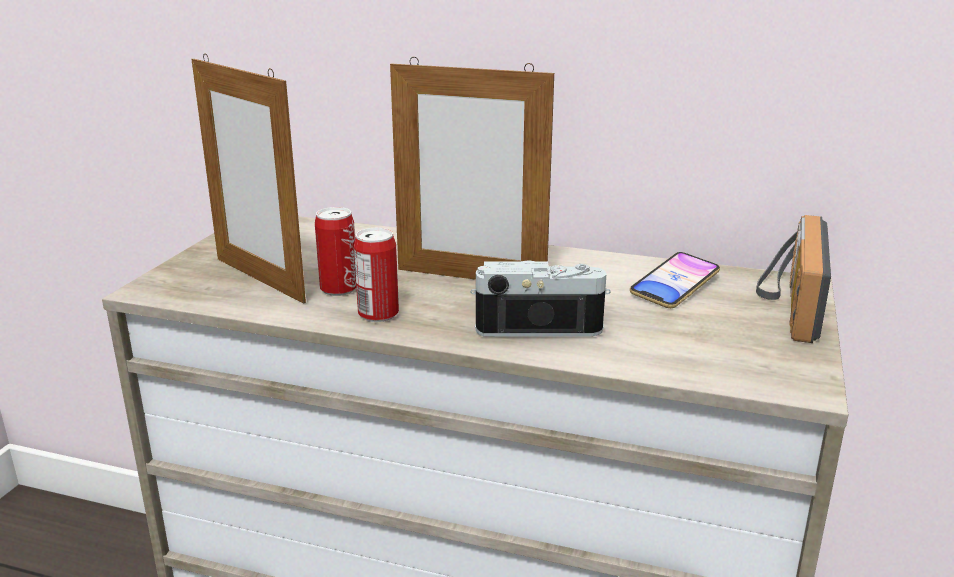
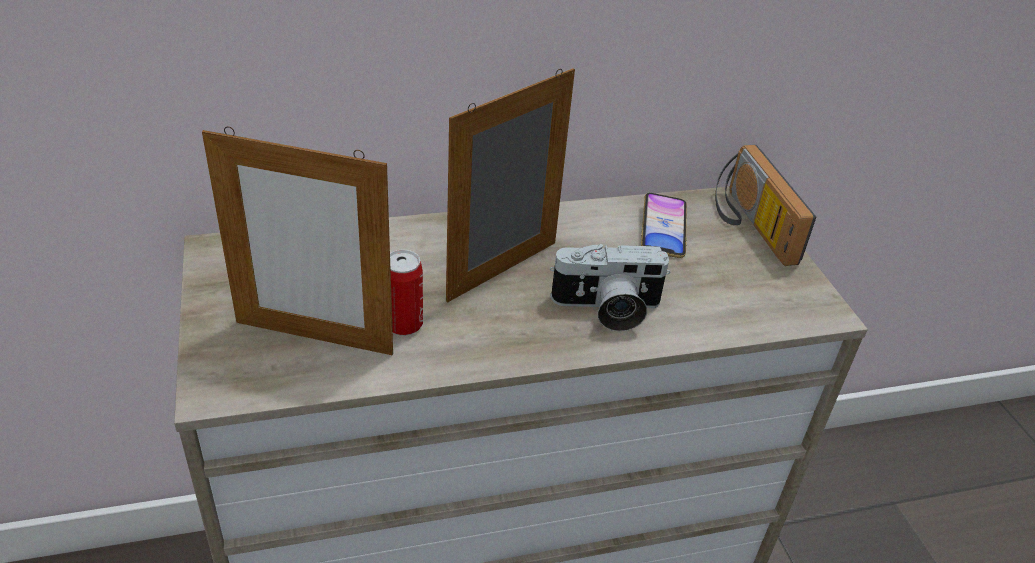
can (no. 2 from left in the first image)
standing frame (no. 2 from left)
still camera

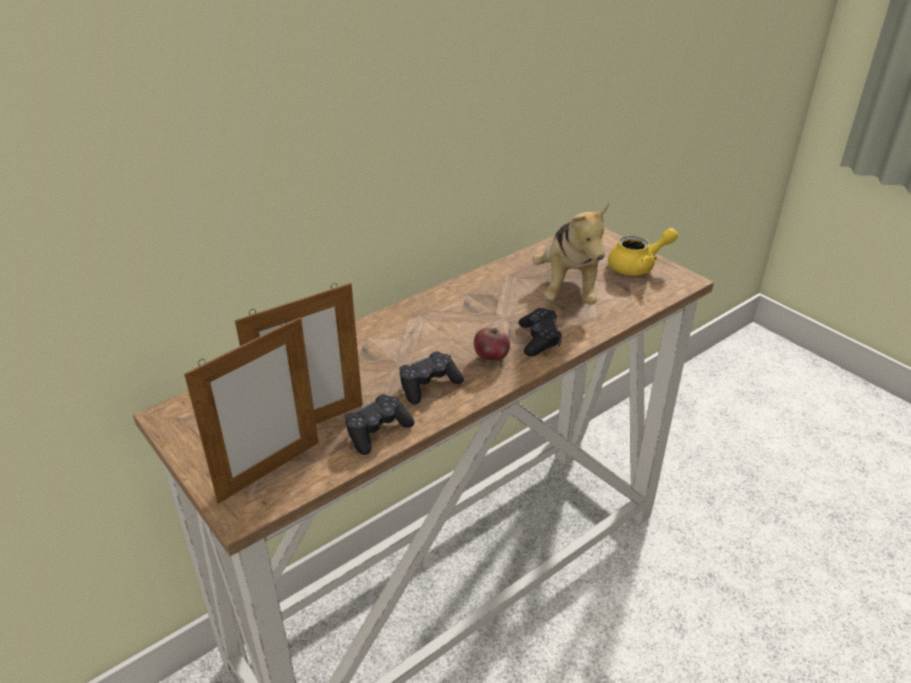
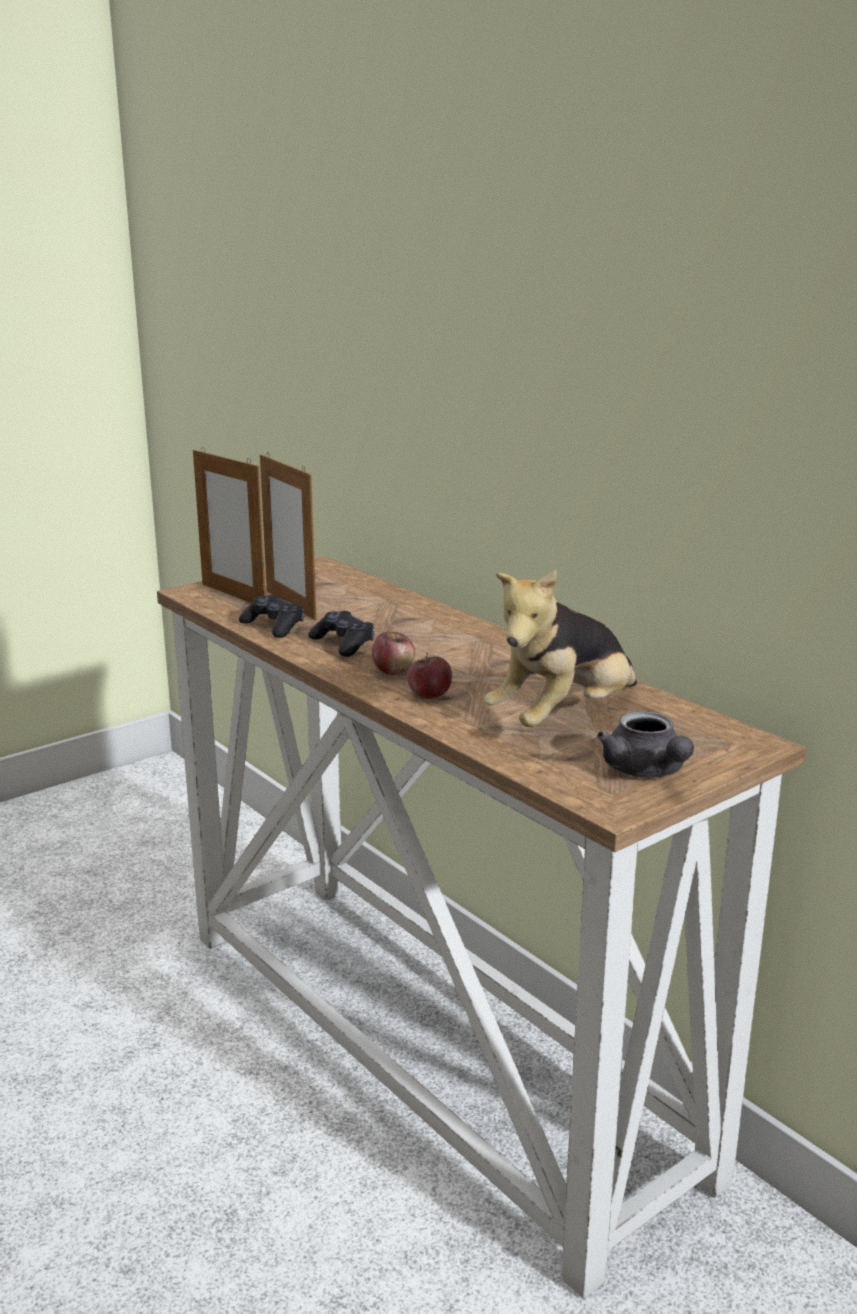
apple (no. 2 from left)
soft toy
gray tea pot

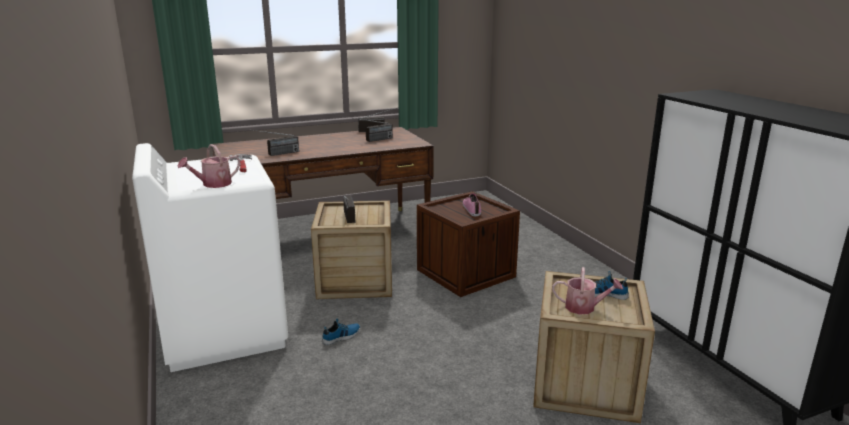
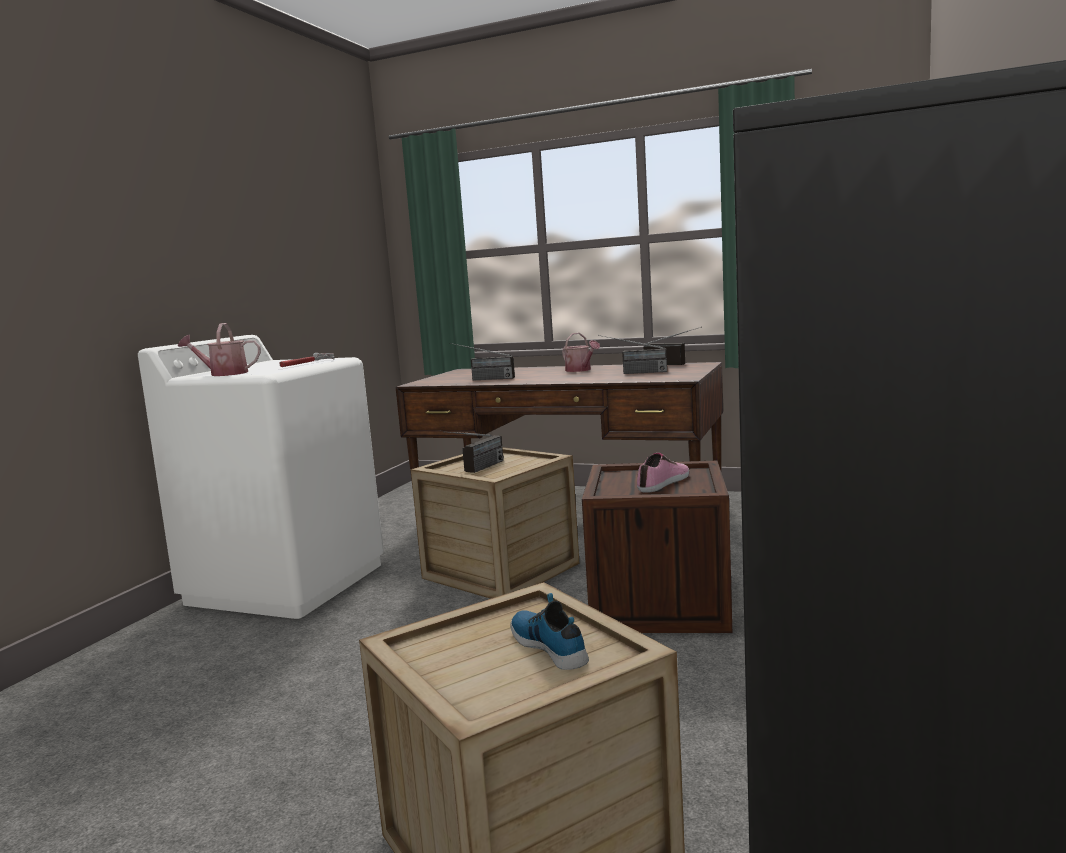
item of footwear (no. 1 from left in the first image)
sprinkling can (no. 2 from left)

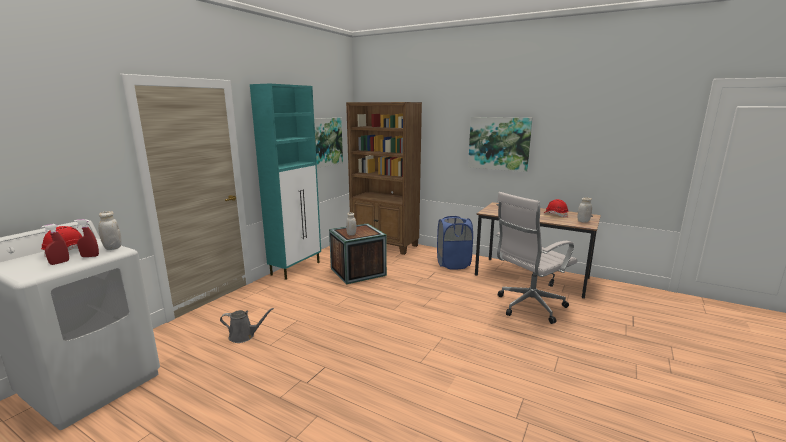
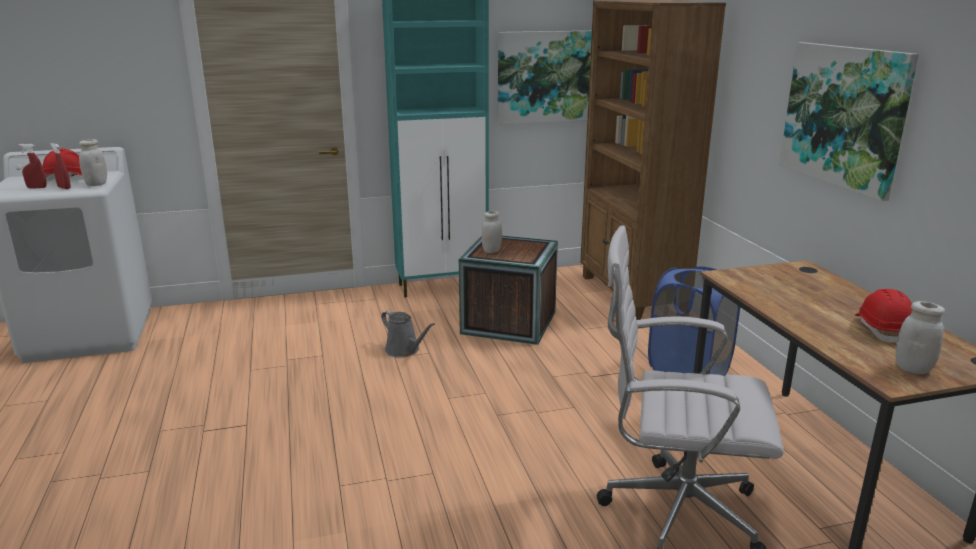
gray sprinkling can

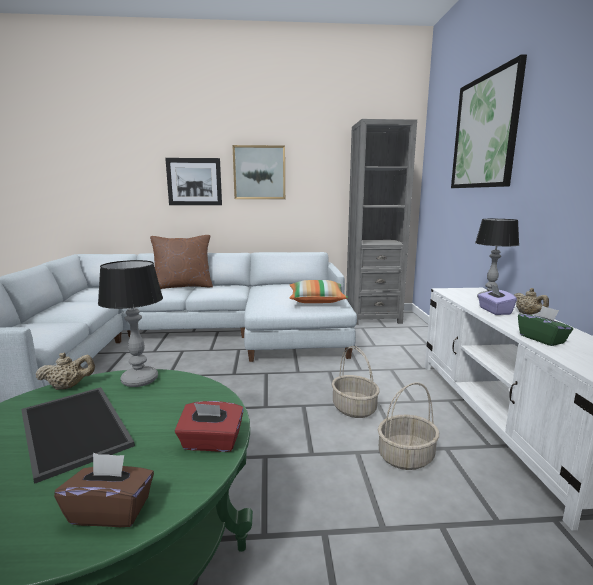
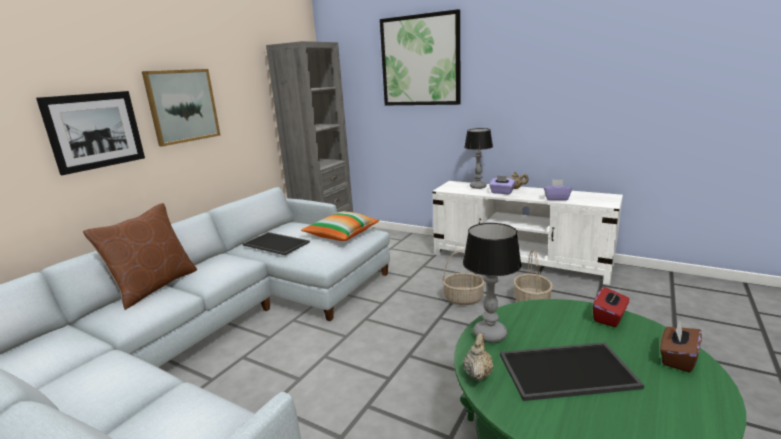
purple tissue box (no. 2 from left)
serving tray (no. 1 from left)

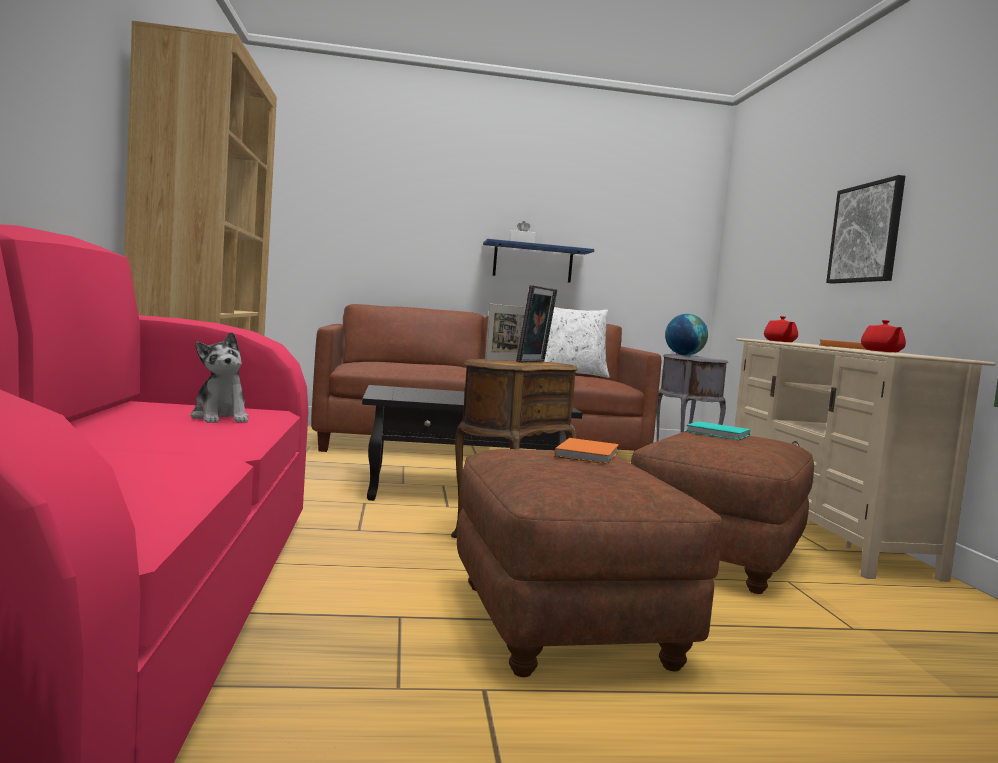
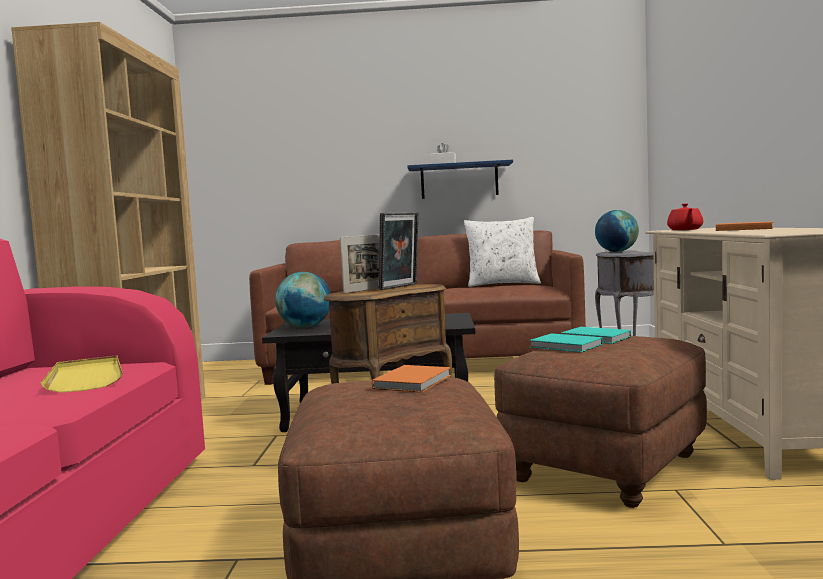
yellowish serving tray
wall picture
red-coloured tea pot (no. 2 from left in the first image)
world globe (no. 1 from left)
turquoise volume (no. 1 from left)

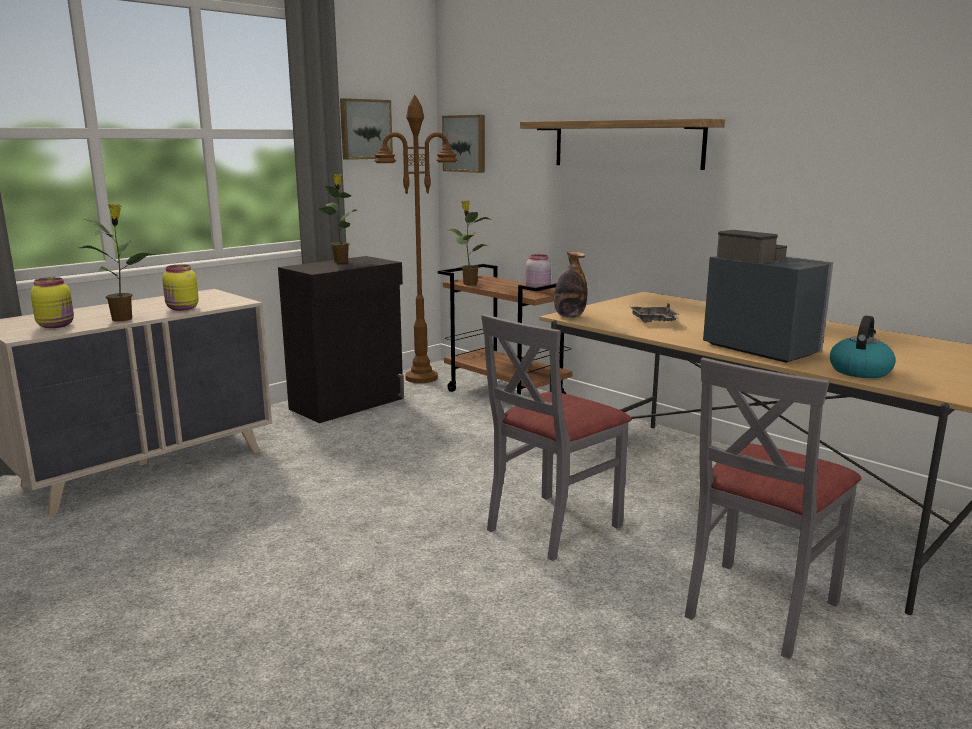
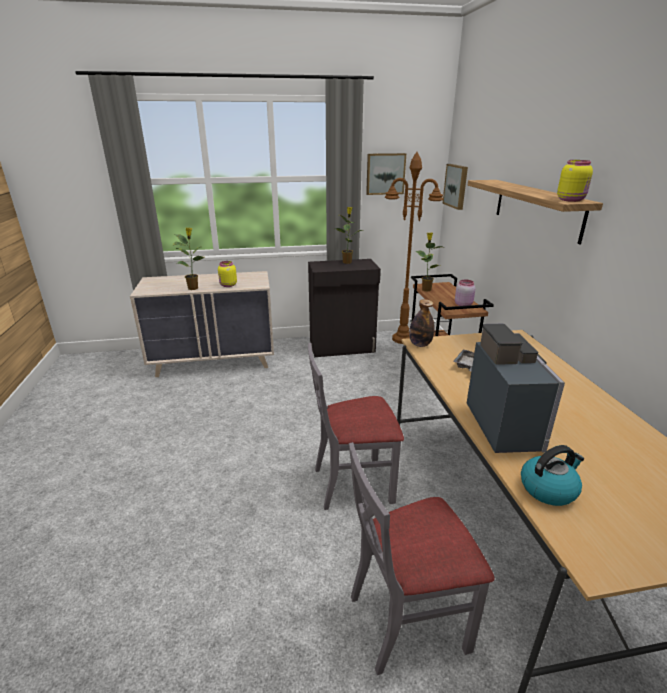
yellowish storage jar (no. 2 from left)

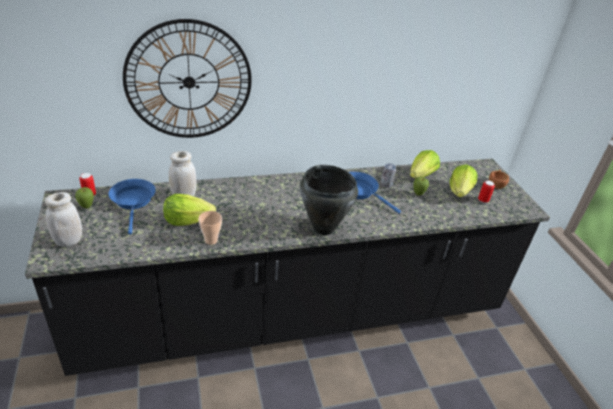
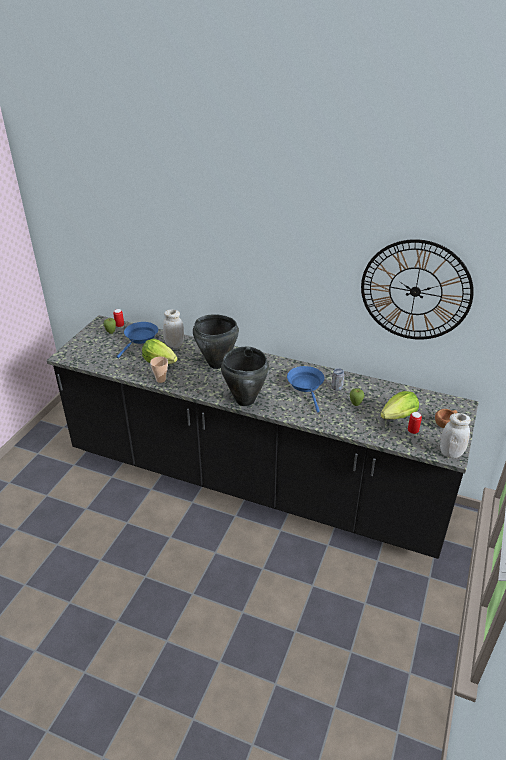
white-coloured storage jar (no. 2 from left)
wall clock
lettuce (no. 2 from left in the first image)
blackish cooking pot (no. 1 from left)

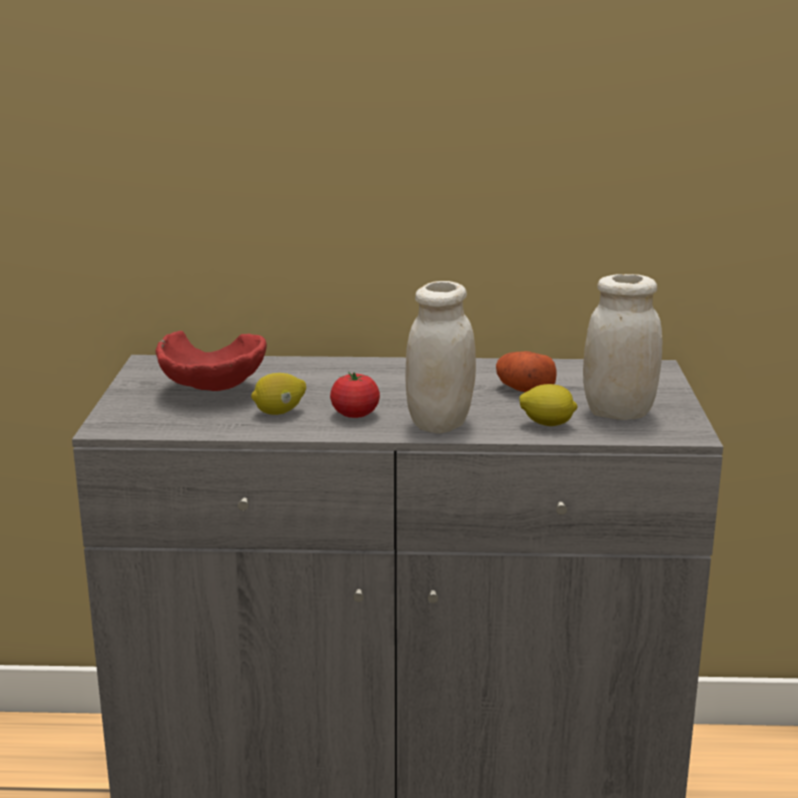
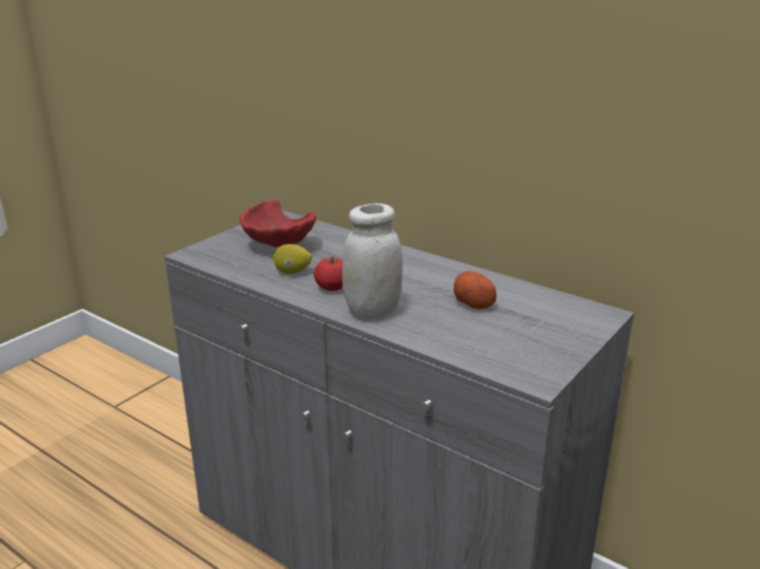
whole lemon (no. 2 from left in the first image)
white-coloured storage jar (no. 2 from left in the first image)

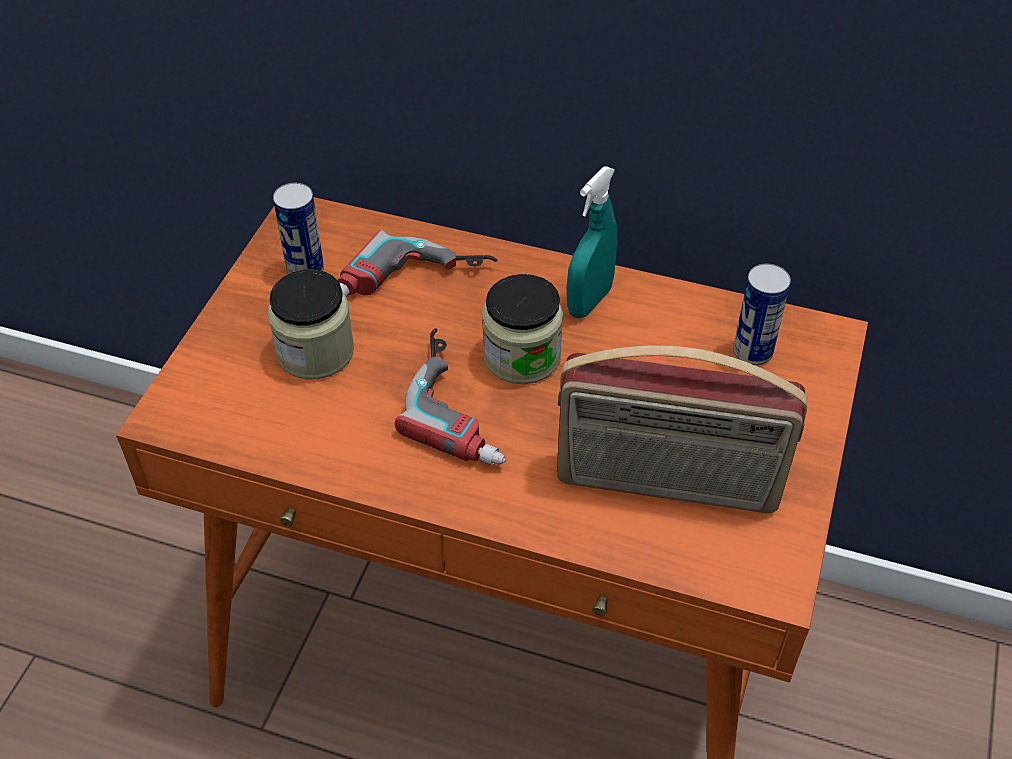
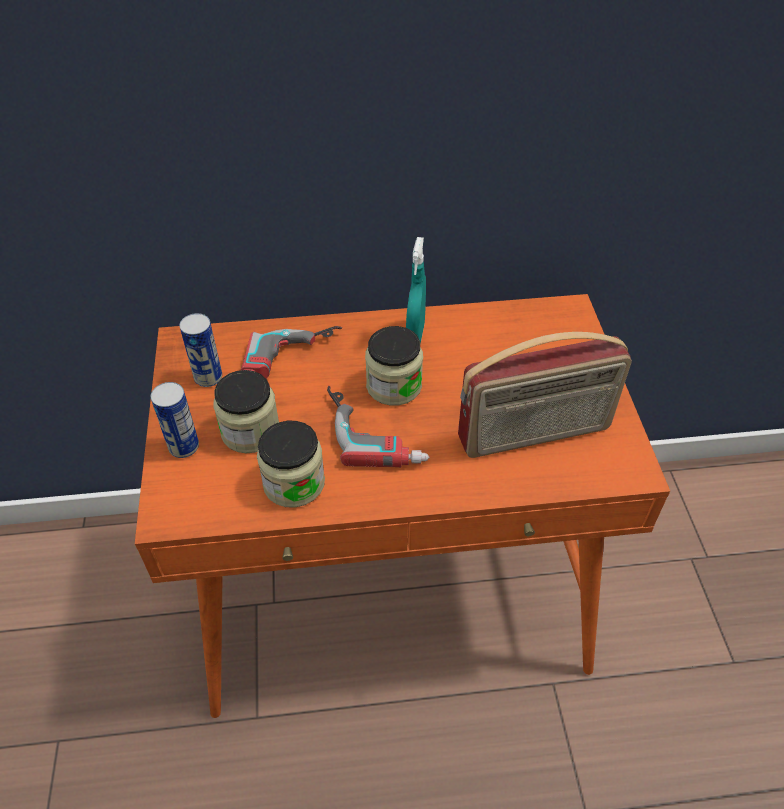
can (no. 1 from left)
storage jar (no. 2 from left)

